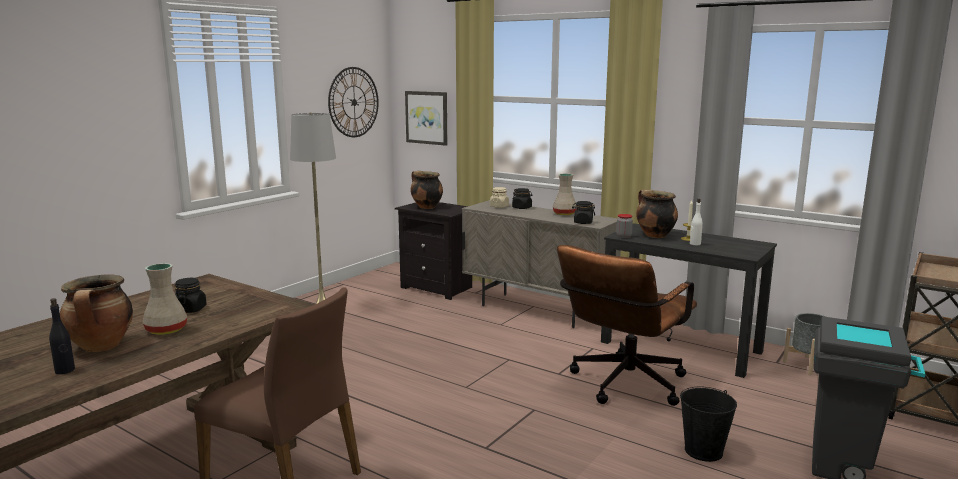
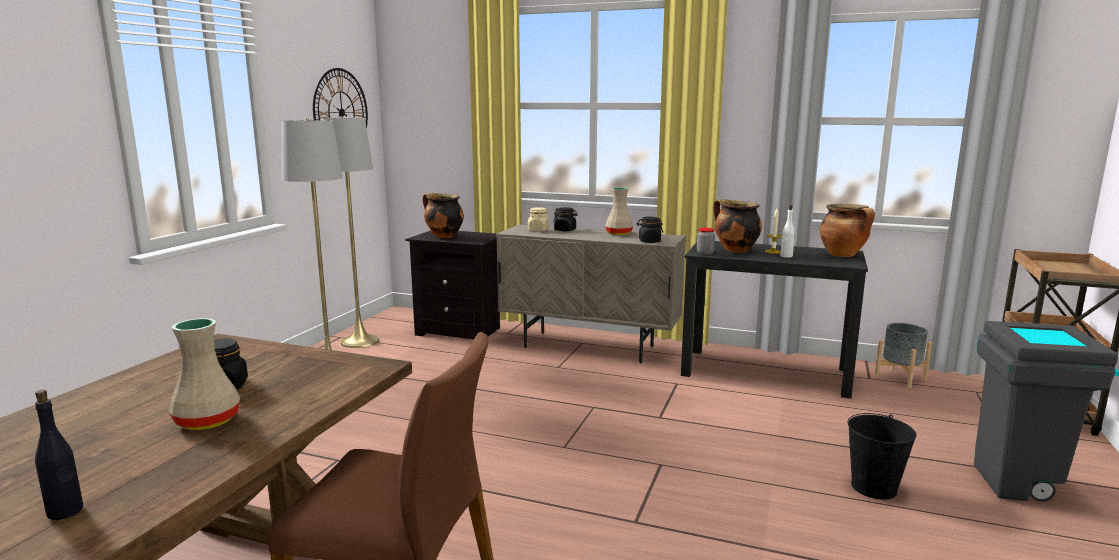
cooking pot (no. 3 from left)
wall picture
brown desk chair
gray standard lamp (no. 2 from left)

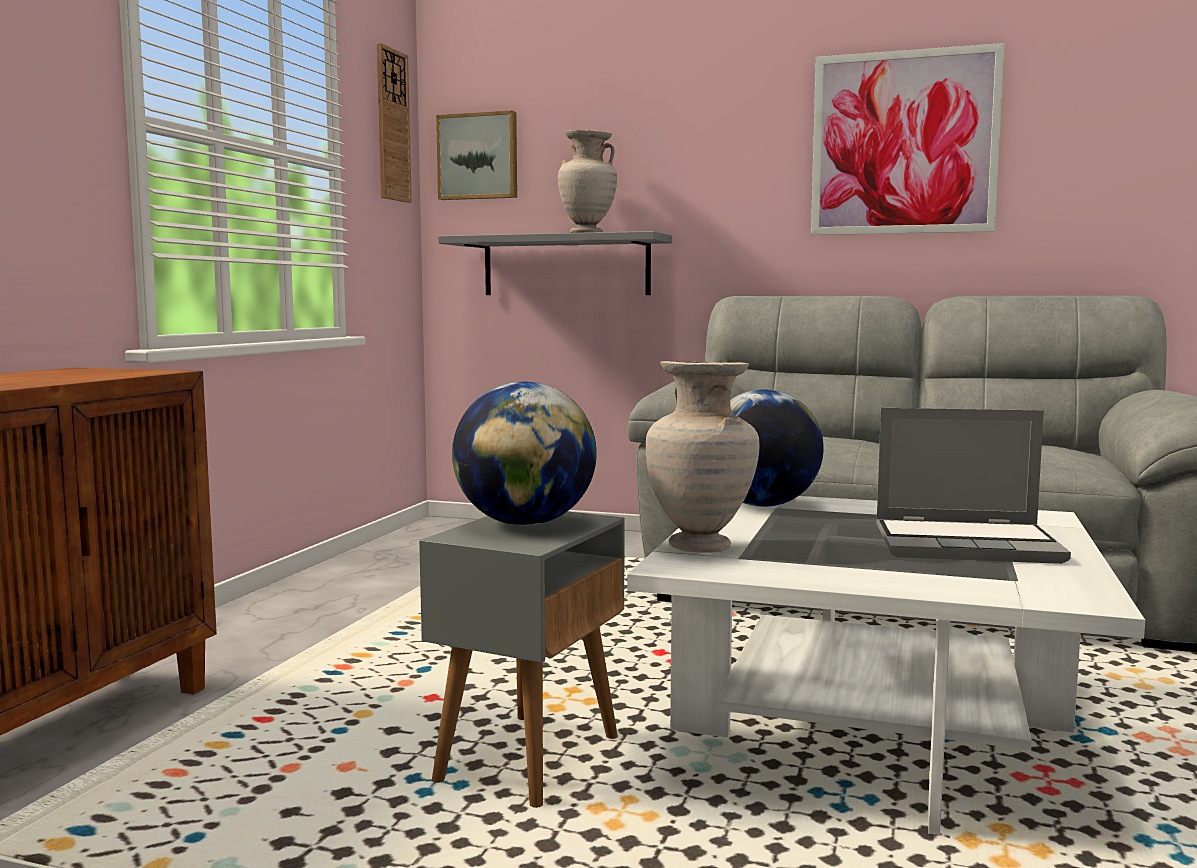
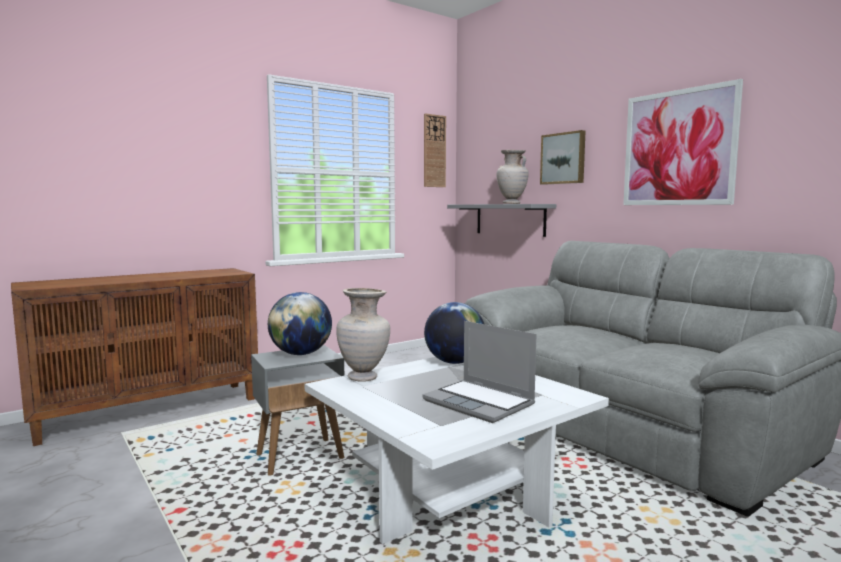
wall picture (no. 1 from left)

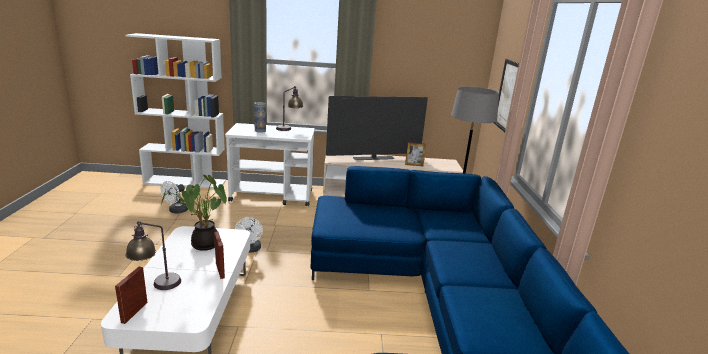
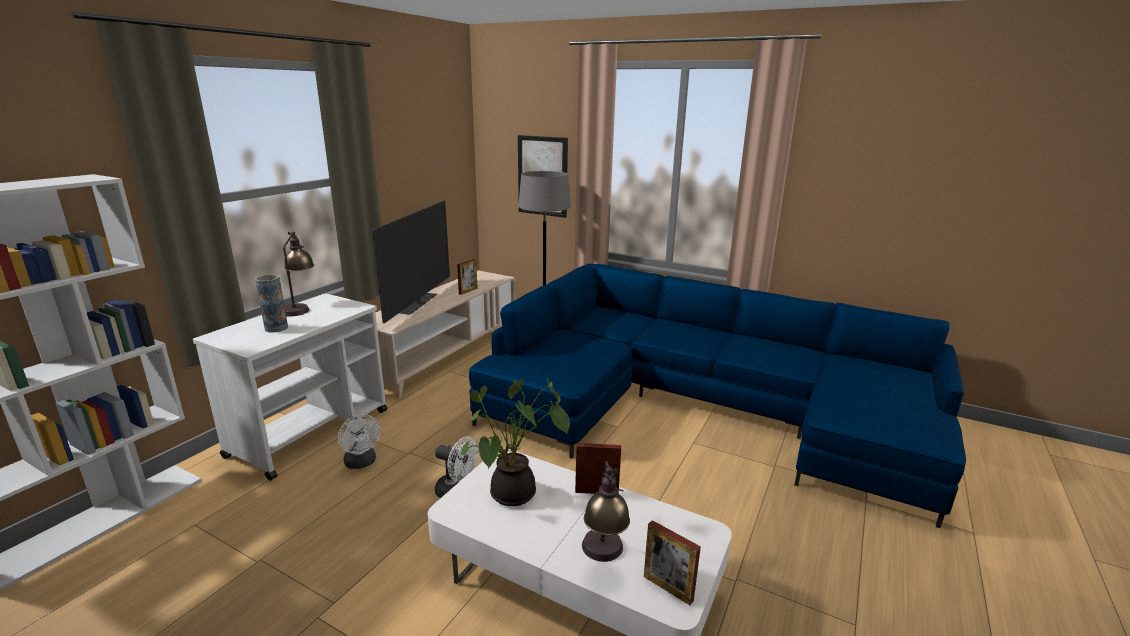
white-coloured fan (no. 1 from left)

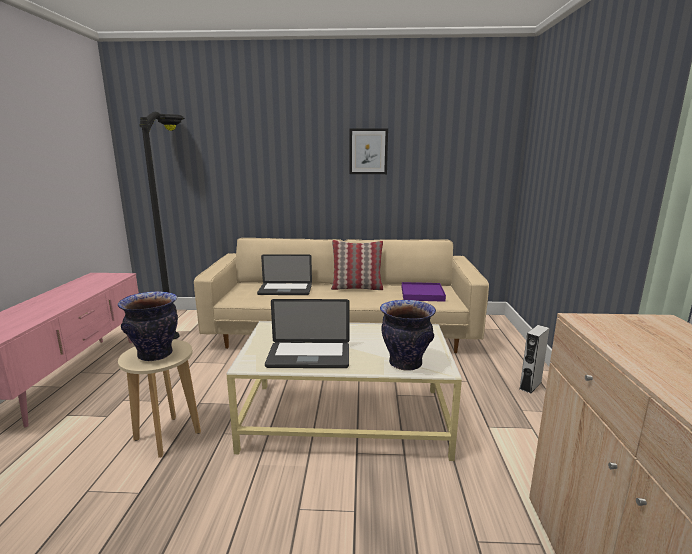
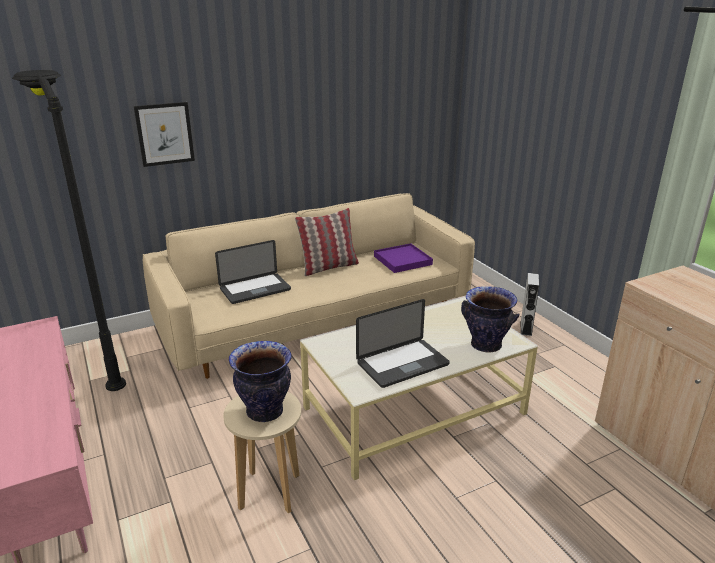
wall picture

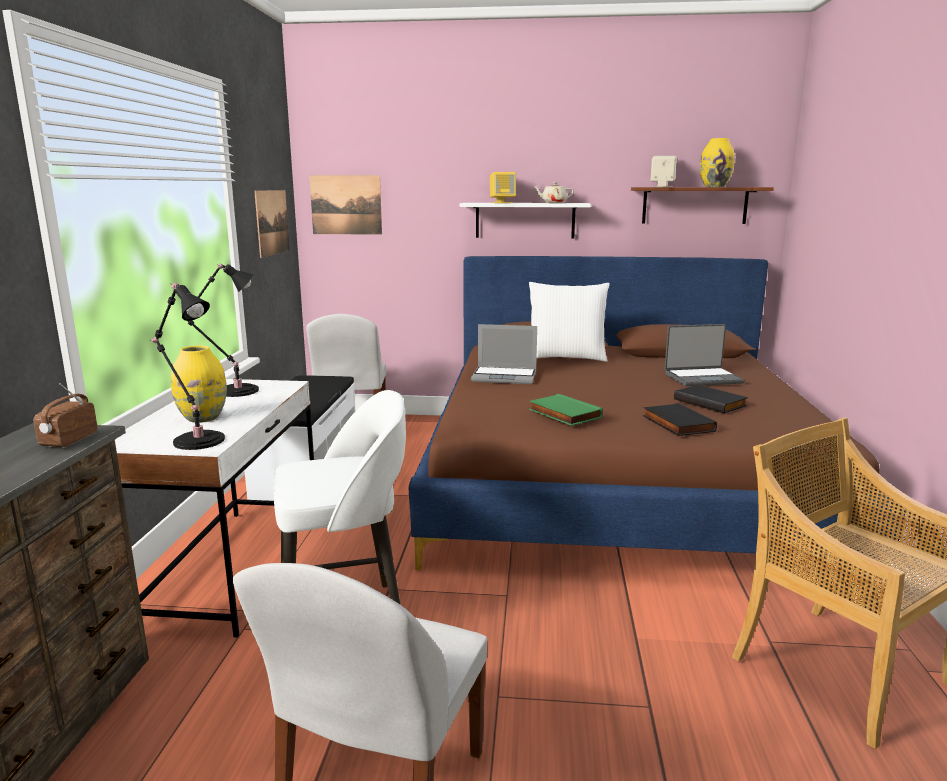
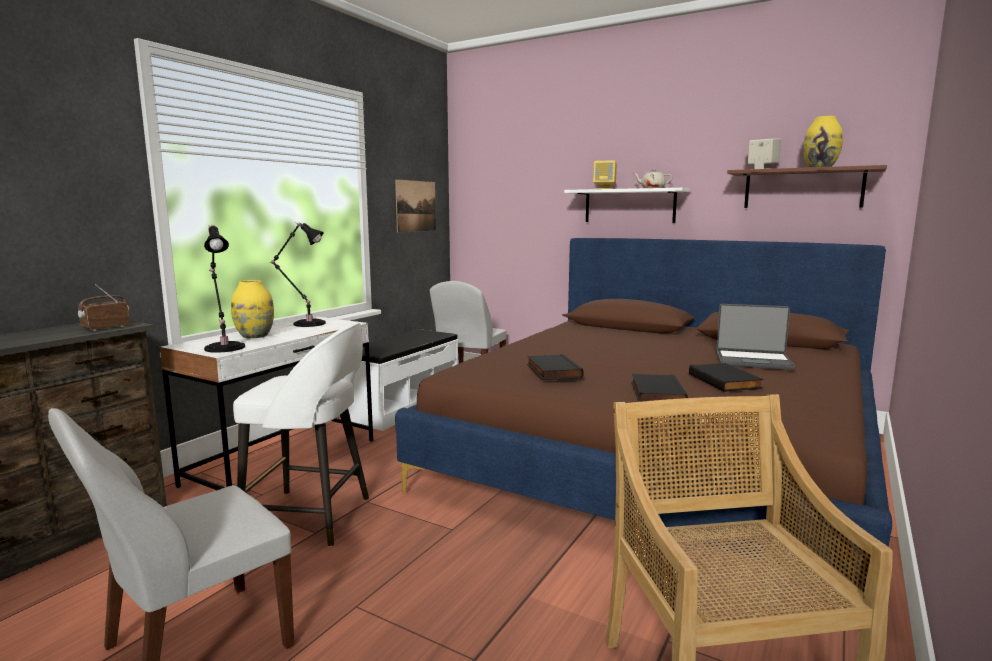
wall picture (no. 2 from left in the first image)
notebook computer (no. 1 from left in the first image)
white-coloured throw pillow
blackish volume (no. 1 from left)

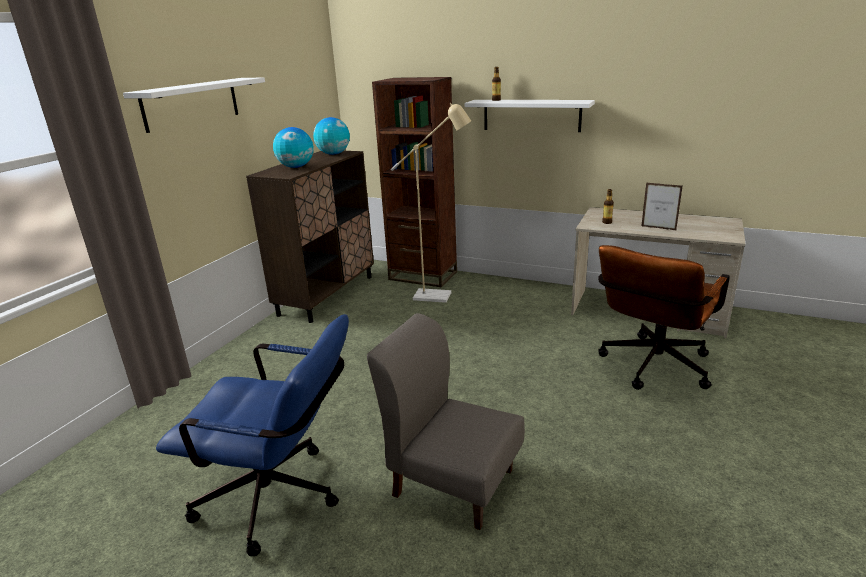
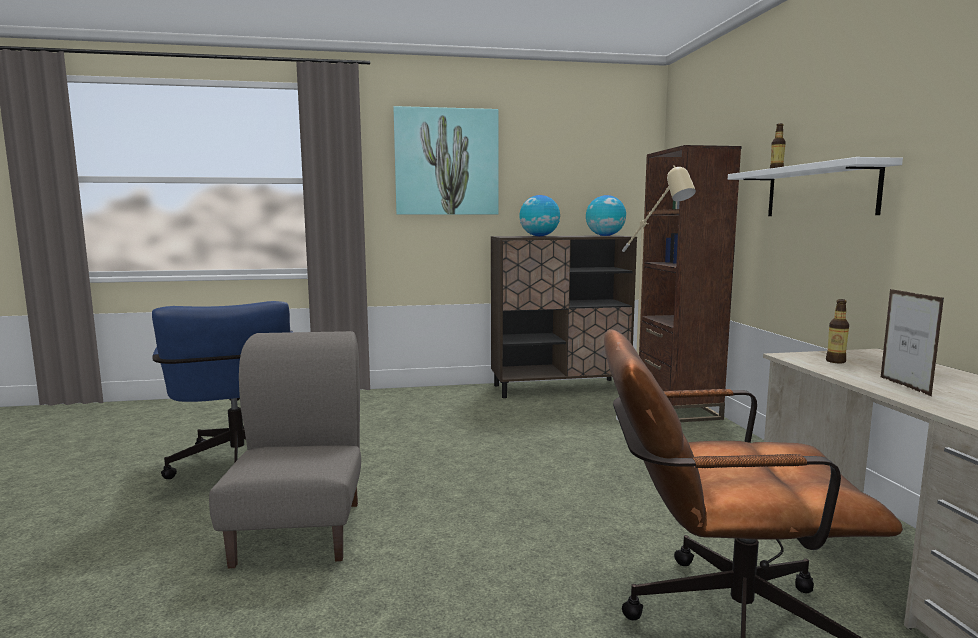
wall picture

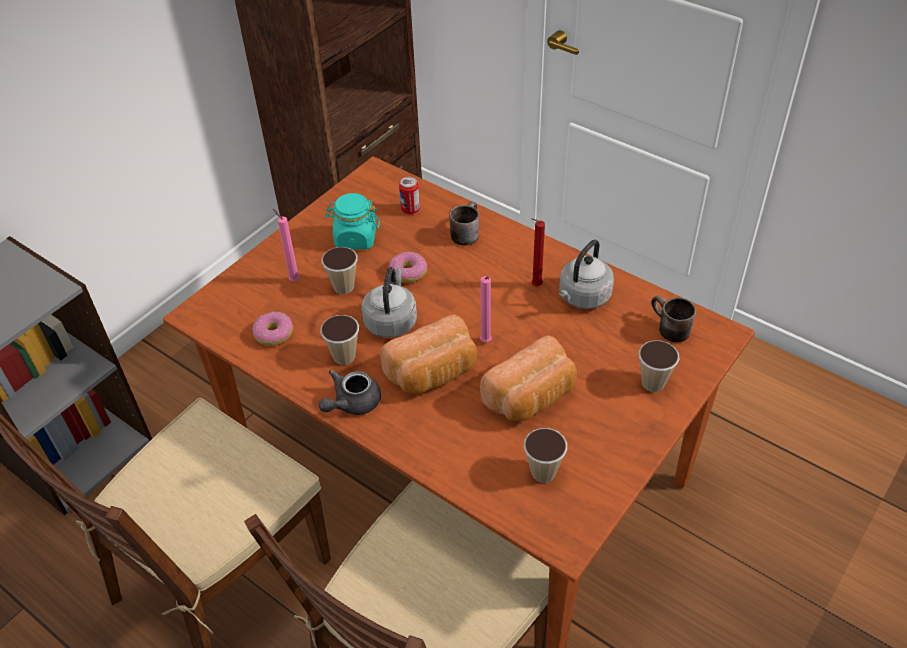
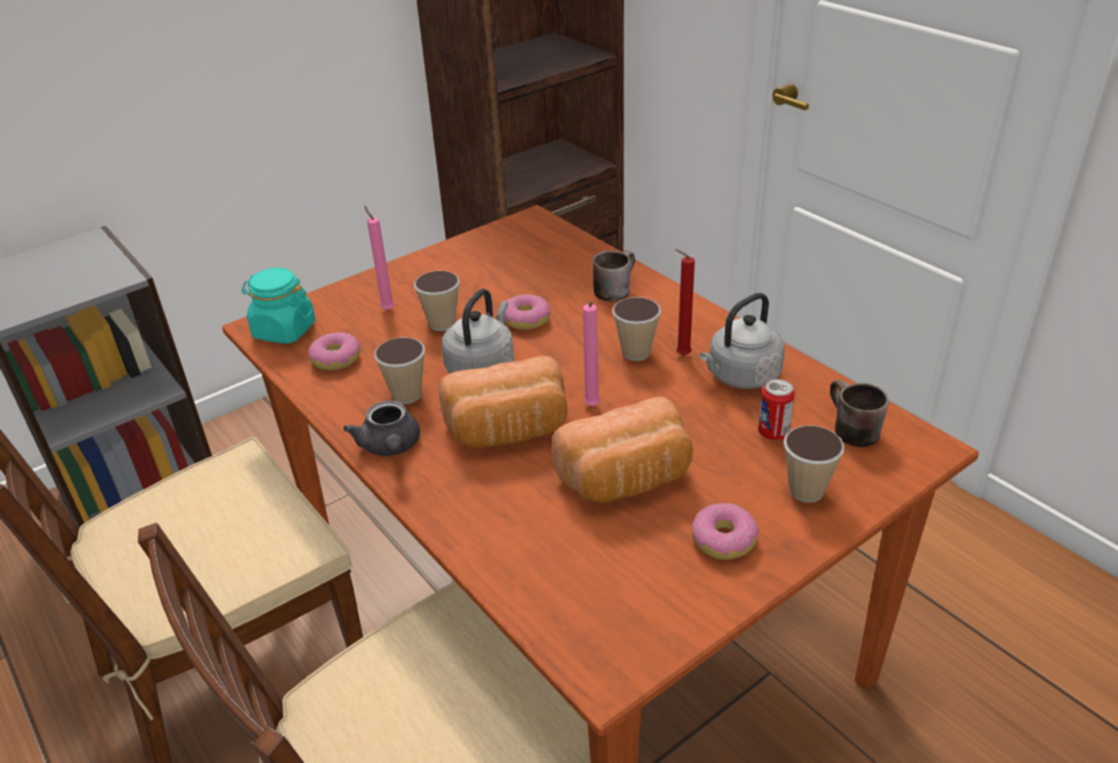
gray tea pot
turquoise storage jar
can
small cup (no. 3 from left)
donut (no. 3 from left)

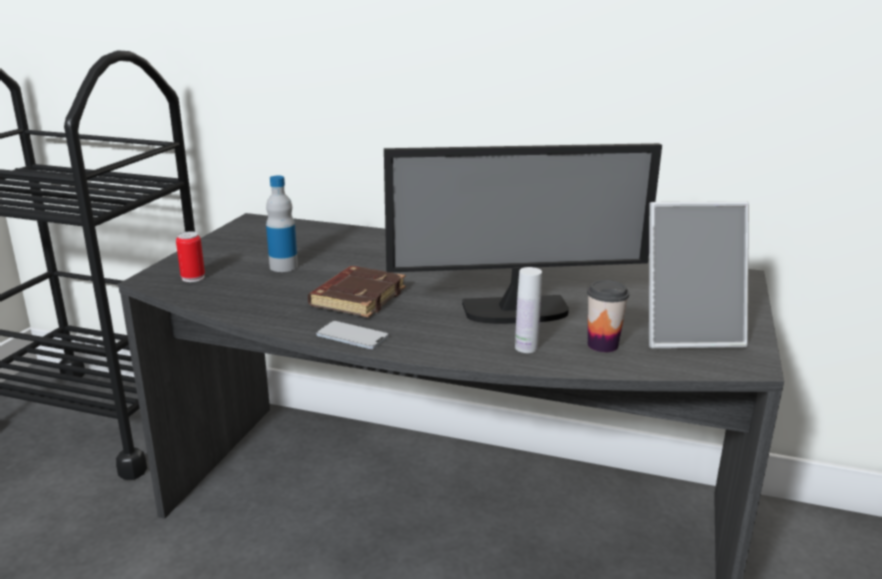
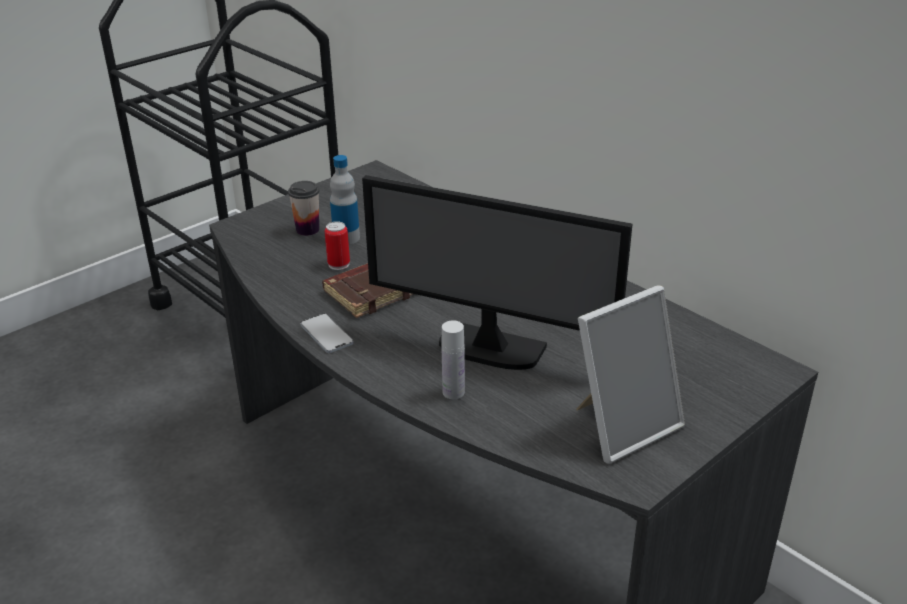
can
small cup
standing frame

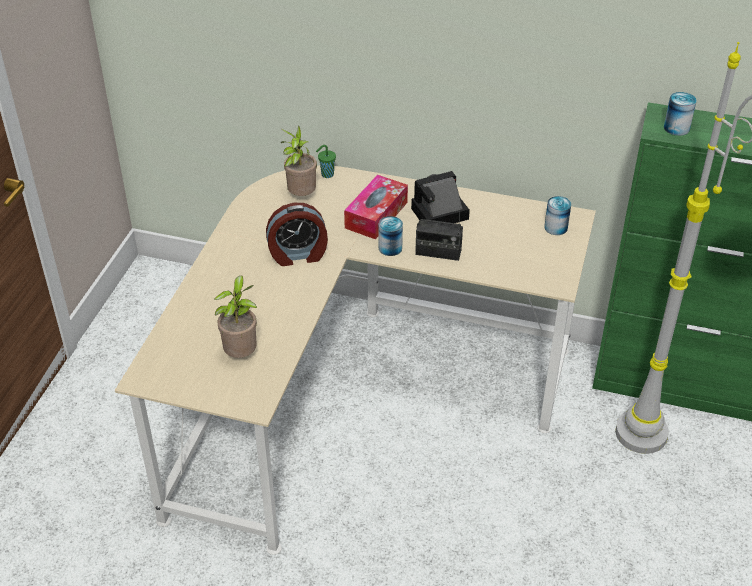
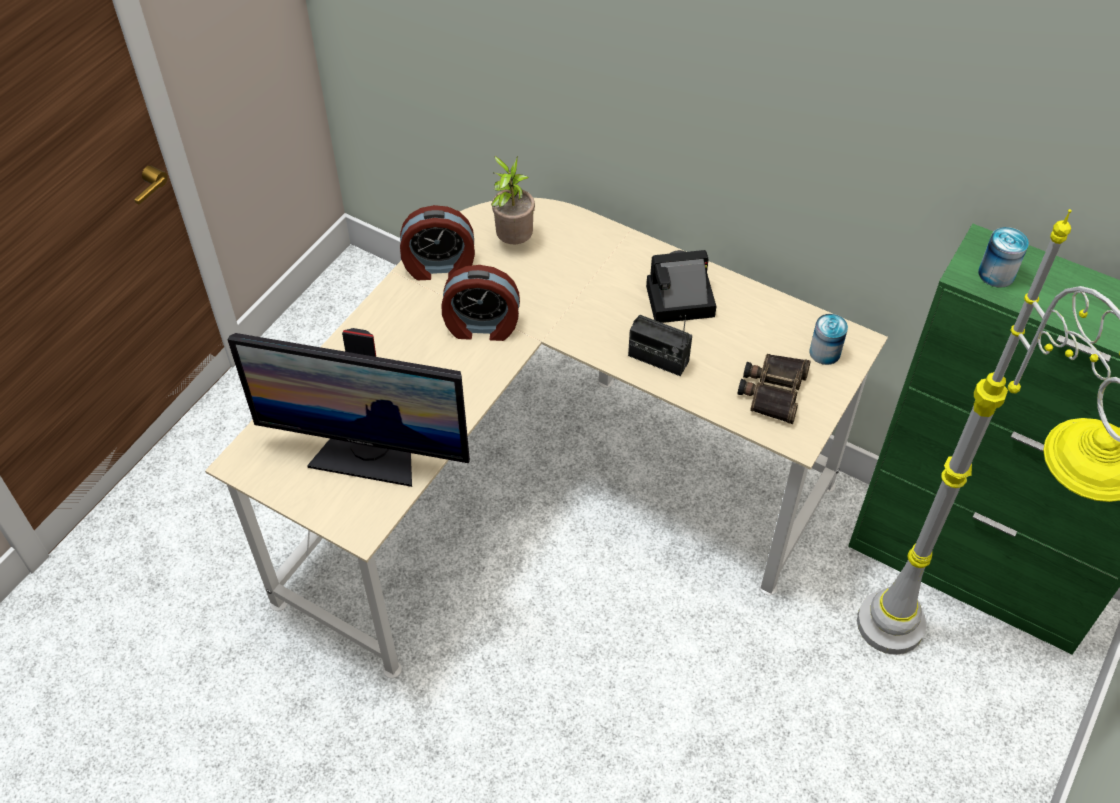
computer display
green small cup
tissue box
can (no. 1 from left in the first image)
table clock (no. 1 from left)
pair of binoculars

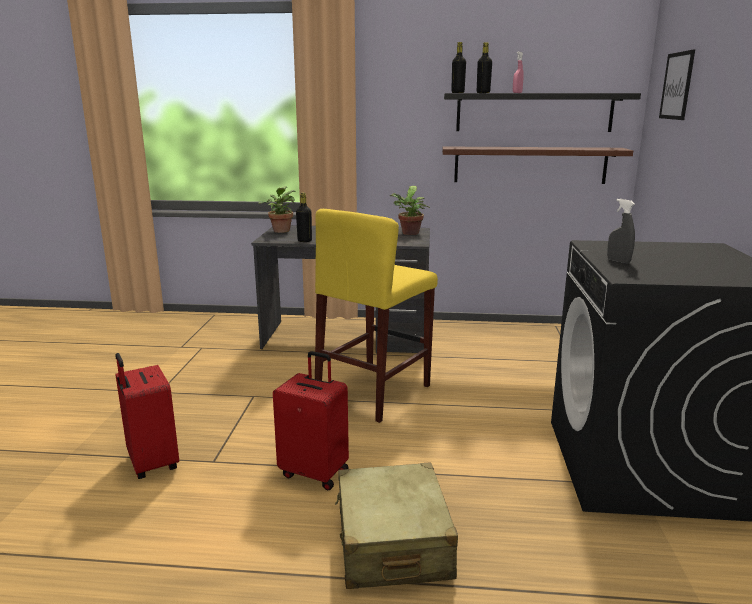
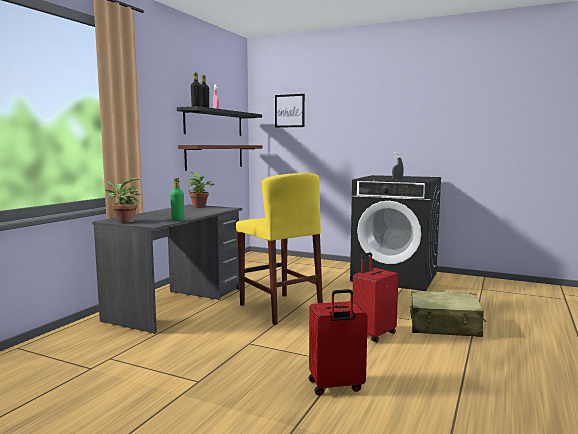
green bottle

